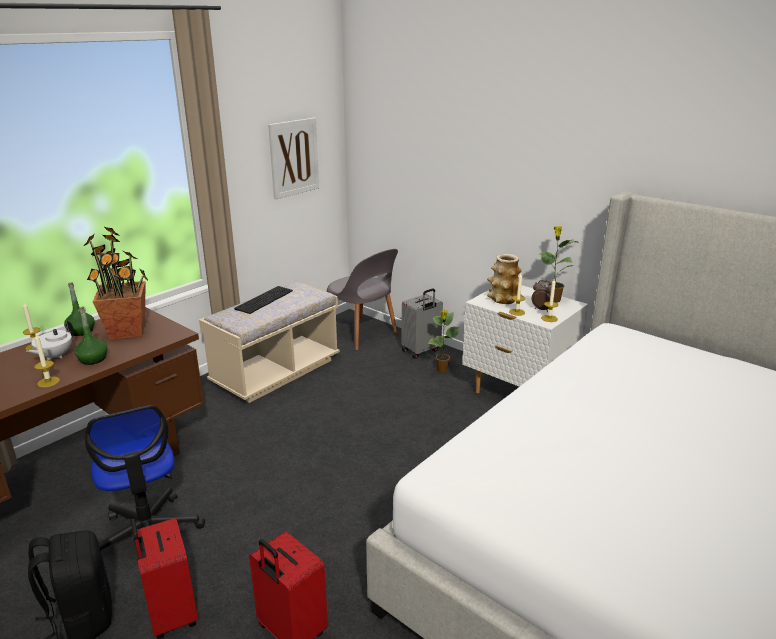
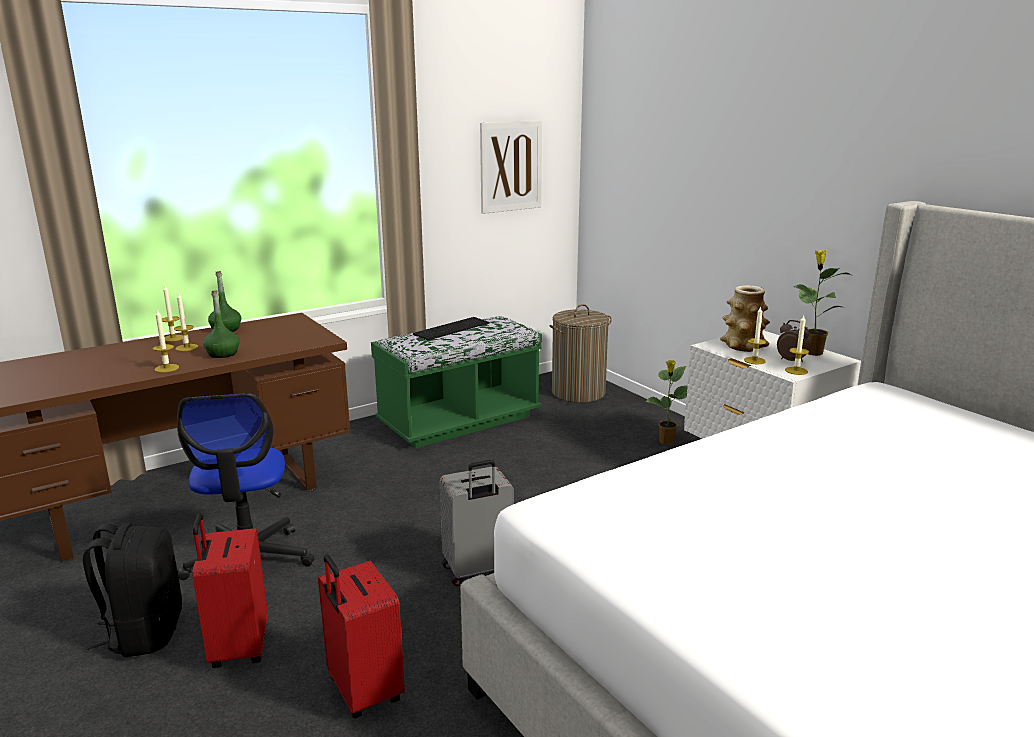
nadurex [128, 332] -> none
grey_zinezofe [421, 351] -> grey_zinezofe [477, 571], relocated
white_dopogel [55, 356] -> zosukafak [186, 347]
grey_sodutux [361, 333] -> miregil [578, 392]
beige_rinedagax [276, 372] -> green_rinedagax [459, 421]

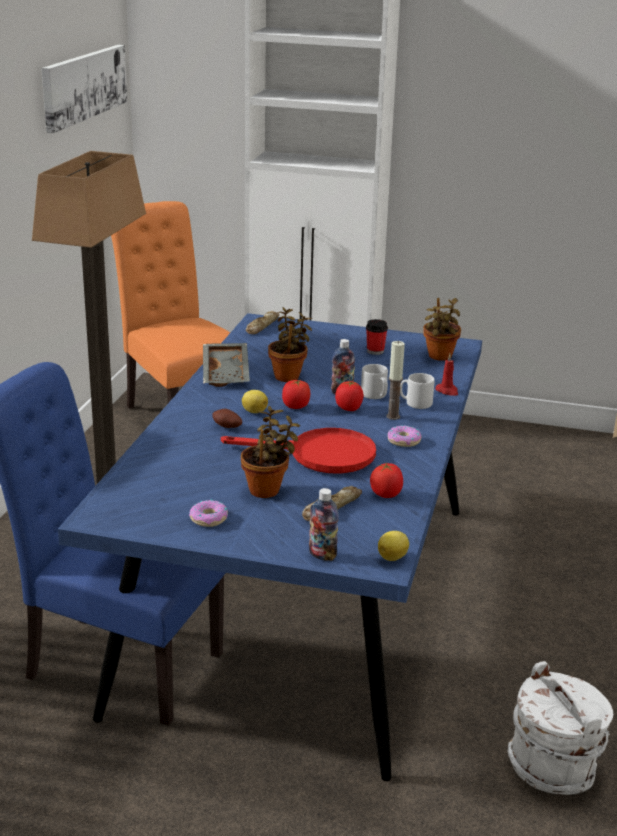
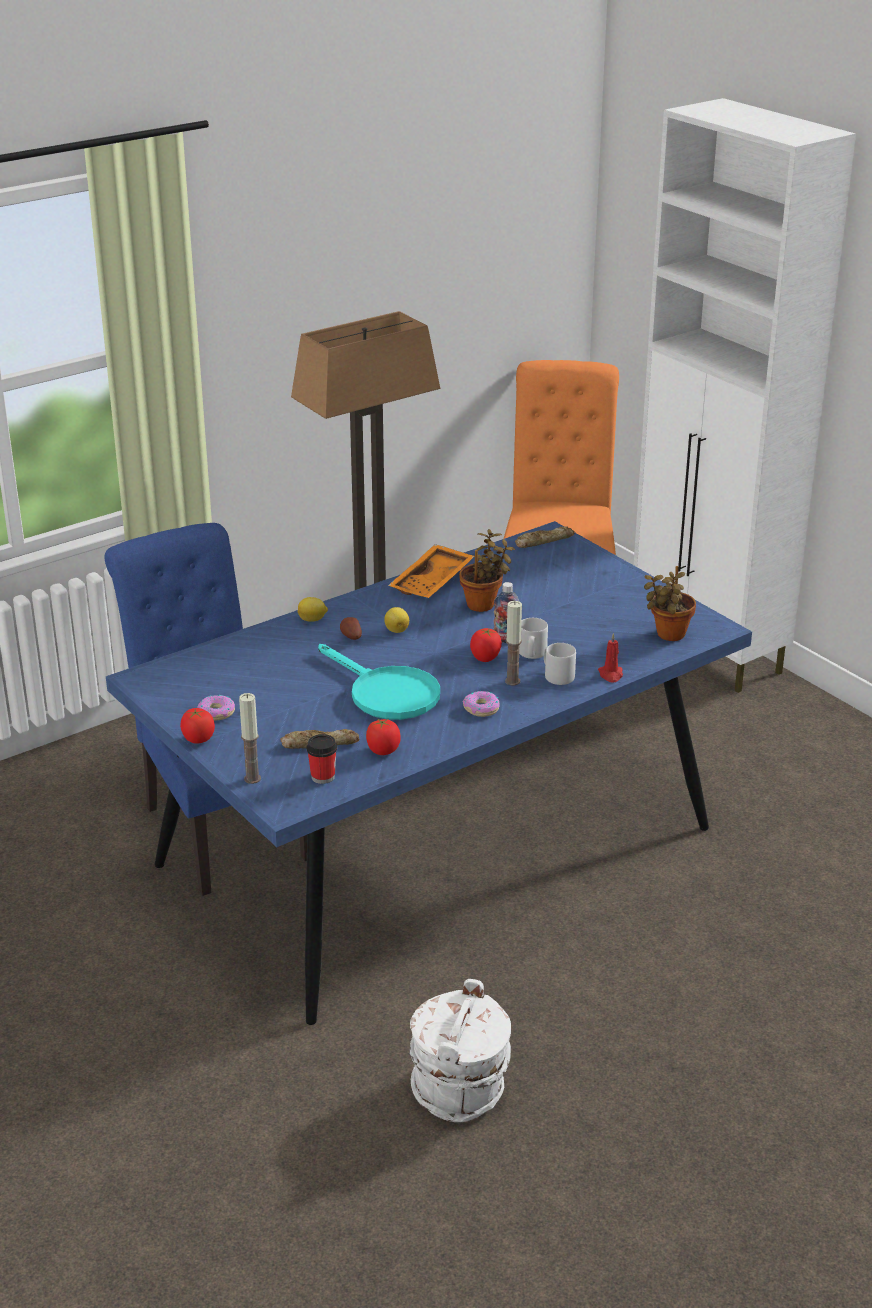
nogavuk [83, 86] -> none
nadurex [267, 489] -> none
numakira [296, 407] -> numakira [198, 739], relocated
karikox [375, 351] -> karikox [323, 777], relocated
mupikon [393, 557] -> mupikon [312, 620], relocated
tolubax [322, 555] -> zosukafak [252, 778]
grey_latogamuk [227, 373] -> orange_latogamuk [433, 582]
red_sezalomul [319, 455] -> turquoise_sezalomul [386, 693]

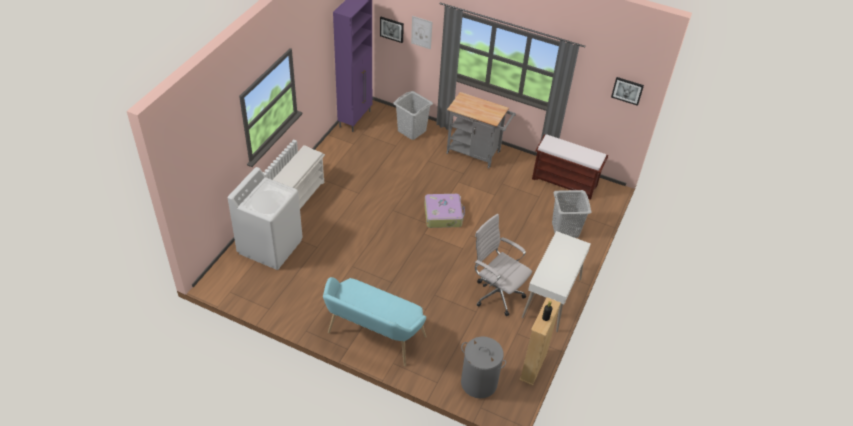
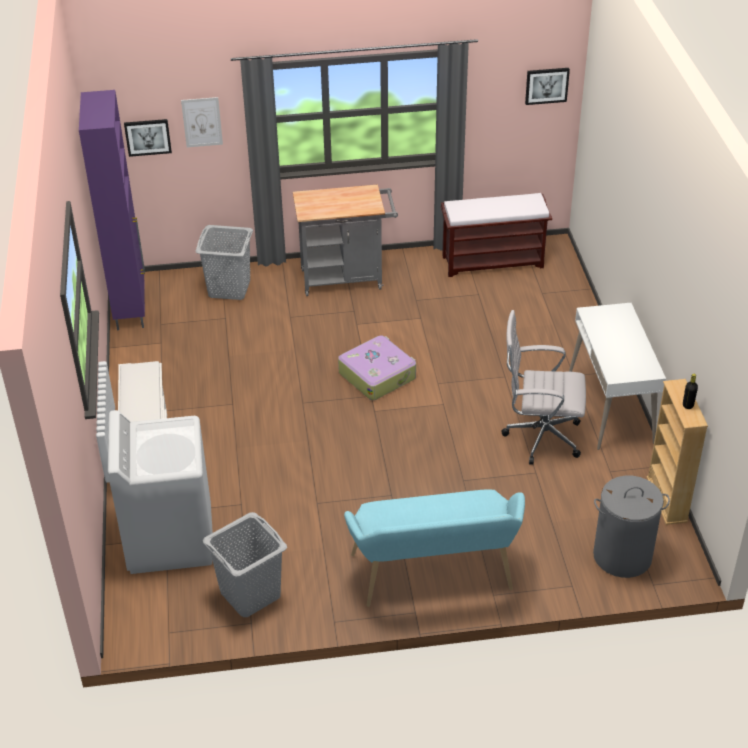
grey_miregil [565, 229] -> grey_miregil [249, 594], relocated

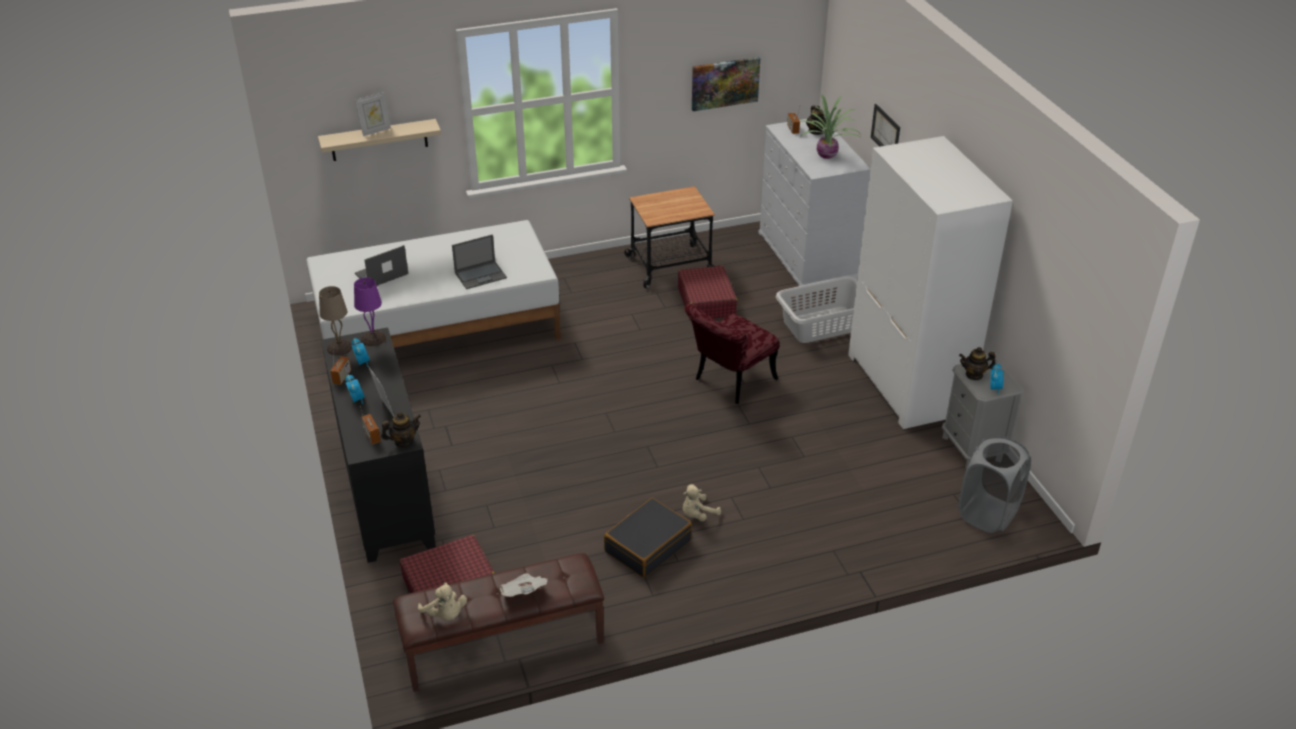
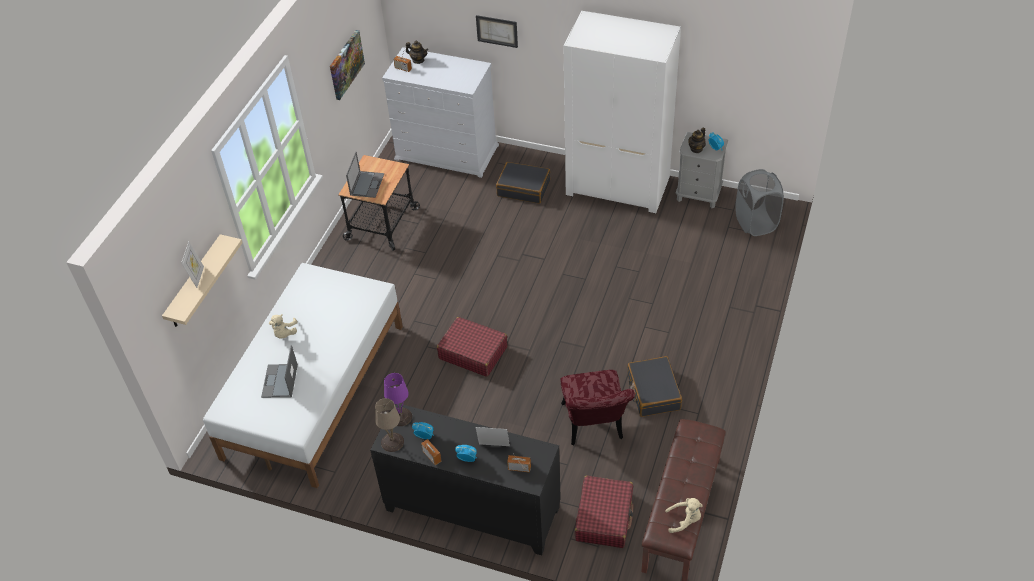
dopogel [403, 441] -> none
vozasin [524, 593] -> none
nadurex [827, 155] -> none
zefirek [481, 275] -> zefirek [367, 184], relocated
red_zinezofe [706, 302] -> red_zinezofe [473, 352], relocated
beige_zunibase [697, 515] -> beige_zunibase [284, 333], relocated
red_sodutux [729, 382] -> red_sodutux [594, 427], relocated
grey_miregil [822, 324] -> black_zinezofe [523, 188]

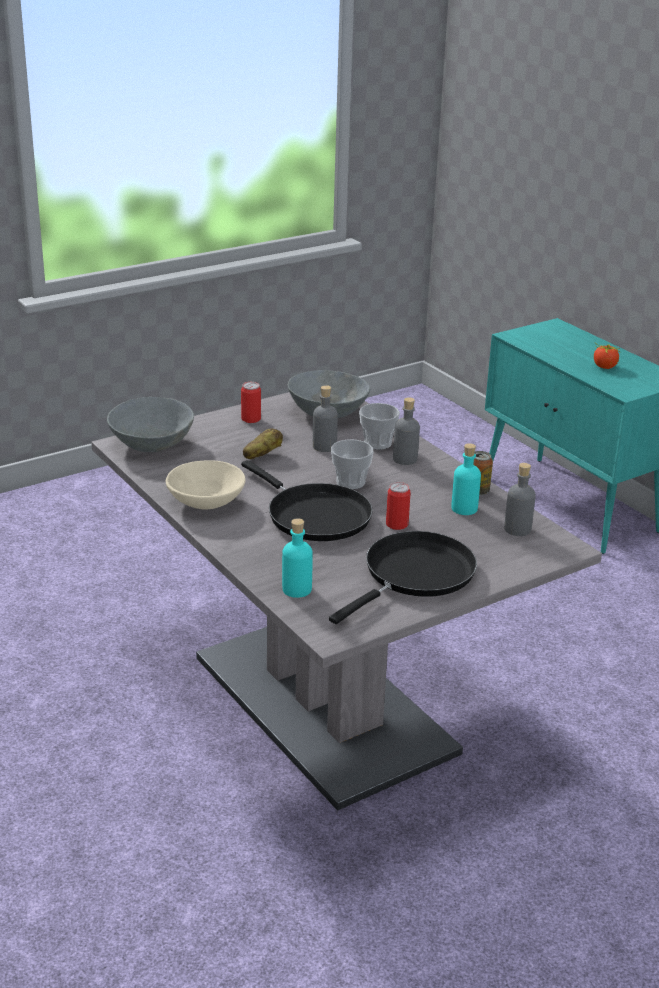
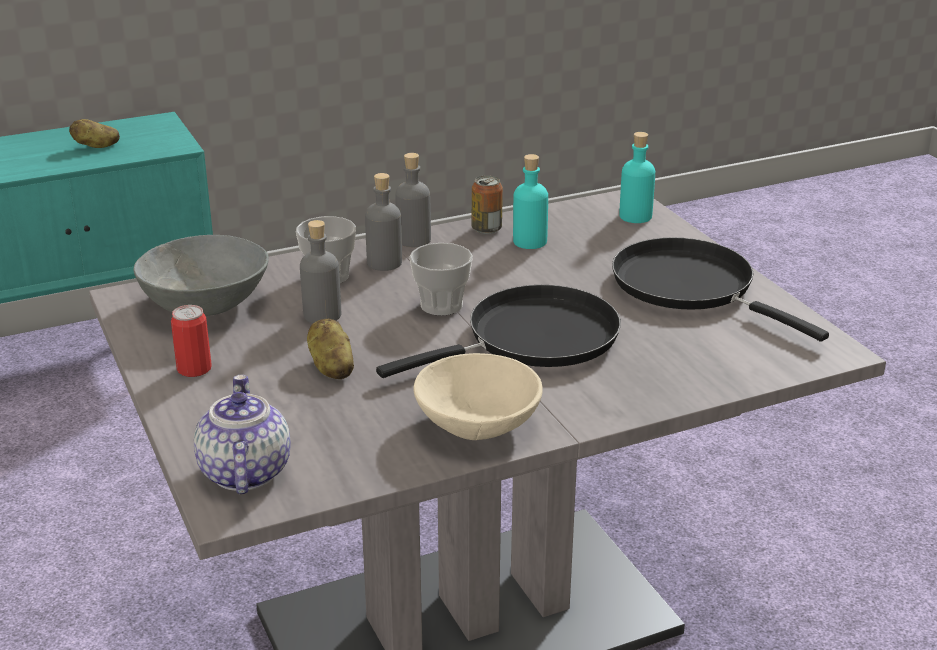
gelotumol [397, 524] -> none
turquoise_tolubax [297, 589] -> turquoise_tolubax [635, 216], relocated
grey_tolubax [517, 529] -> grey_tolubax [413, 240], relocated
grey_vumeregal [151, 443] -> dopogel [243, 472]
numakira [604, 367] -> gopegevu [96, 146]

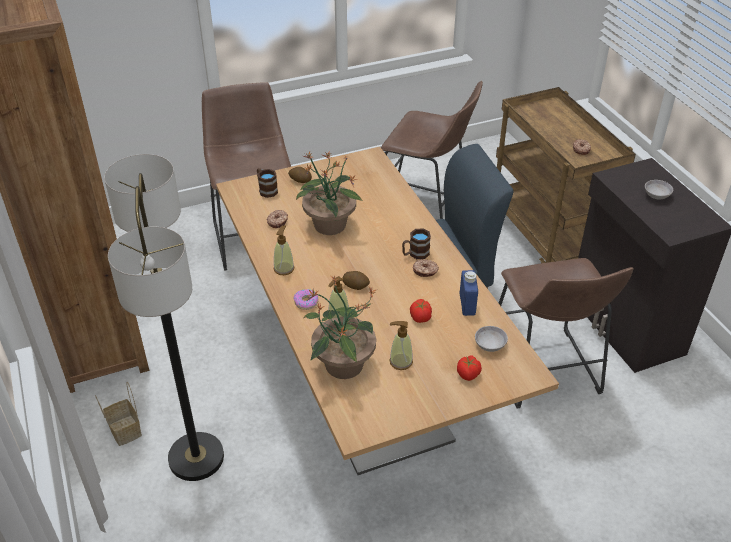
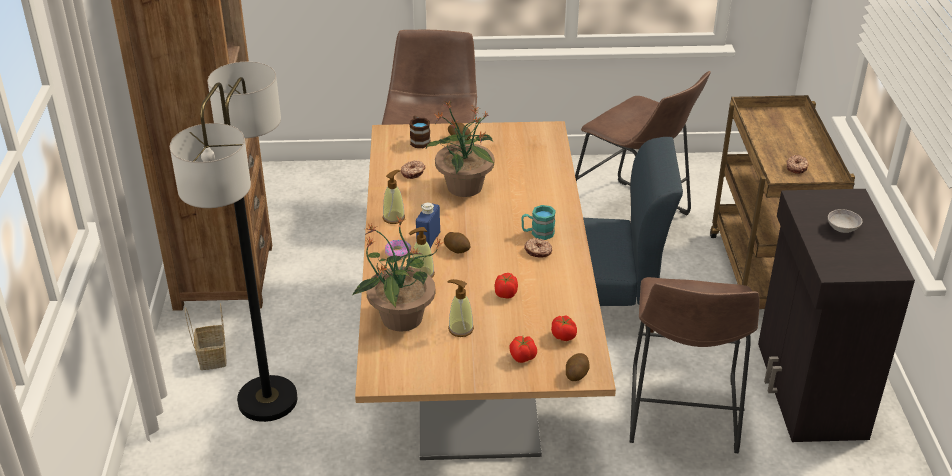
none -> gopegevu [576, 374]
blue_tolubax [467, 304] -> blue_tolubax [428, 241], relocated
grey_vumeregal [490, 345] -> numakira [563, 336]
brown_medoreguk [415, 254] -> turquoise_medoreguk [537, 233]

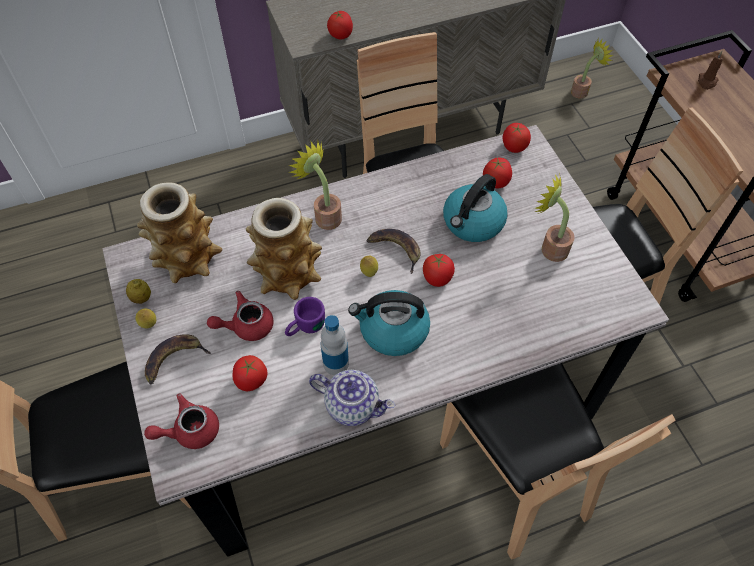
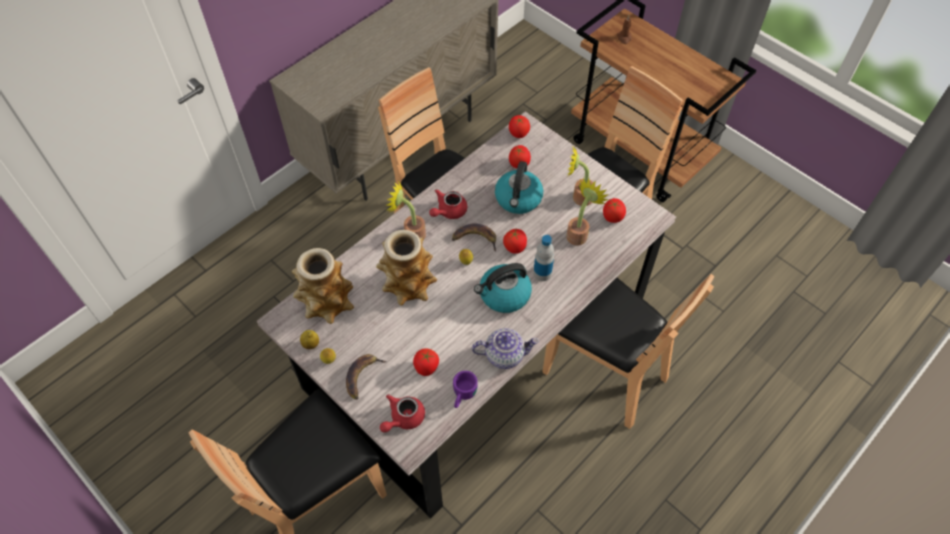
red_dopogel [246, 326] -> red_dopogel [448, 211], relocated
purple_medoreguk [304, 327] -> purple_medoreguk [462, 395], relocated
tolubax [336, 363] -> tolubax [542, 273], relocated
numakira [340, 35] -> numakira [612, 217], relocated
nadurex [582, 91] -> nadurex [579, 233], relocated

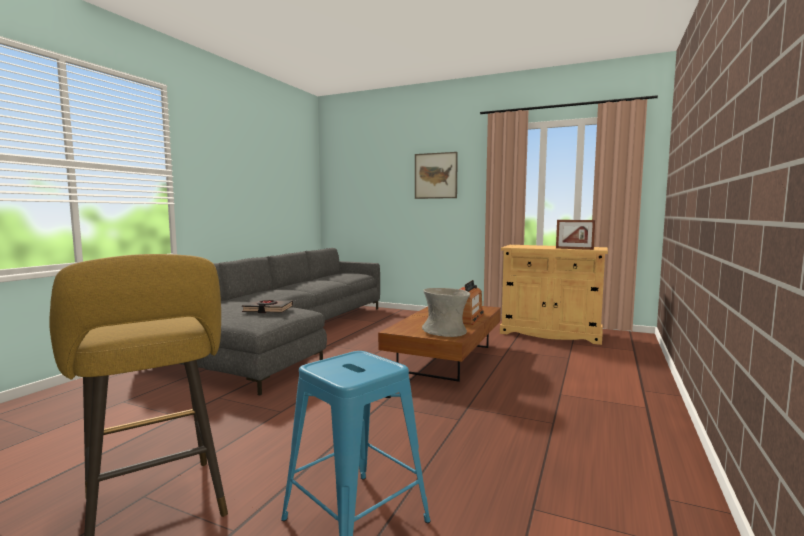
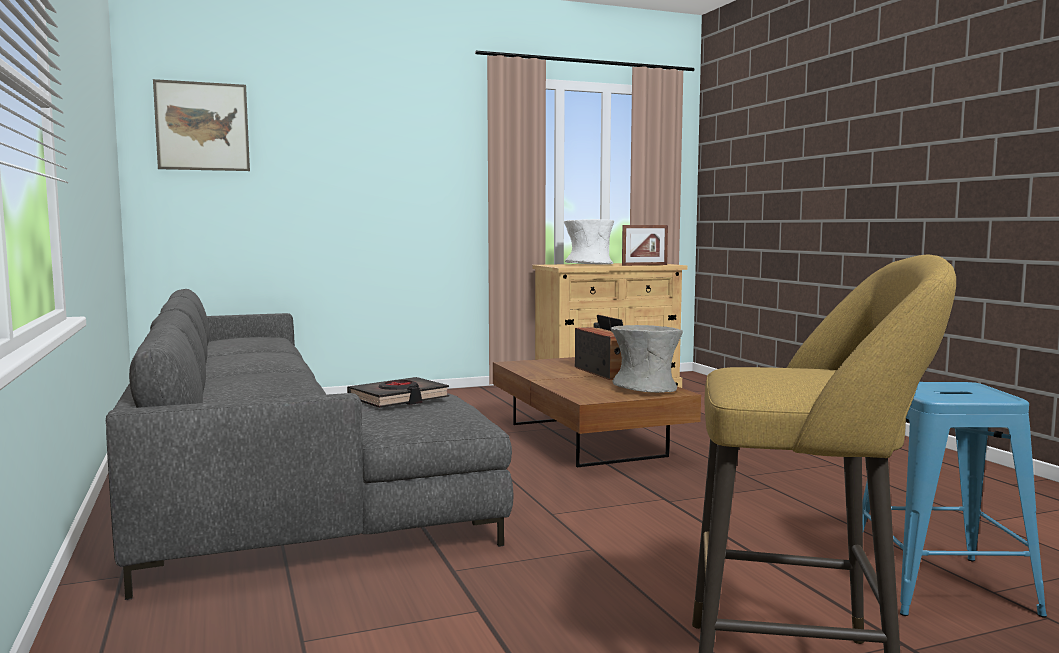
none -> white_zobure [588, 265]
nogavuk [435, 175] -> nogavuk [202, 126], relocated

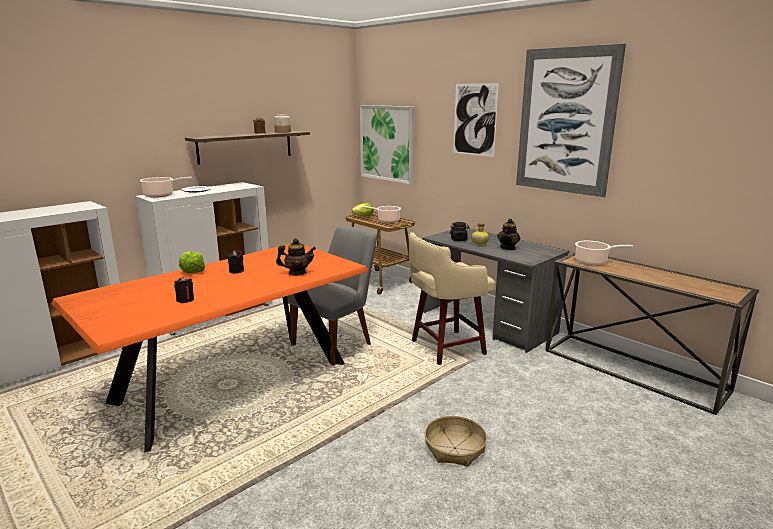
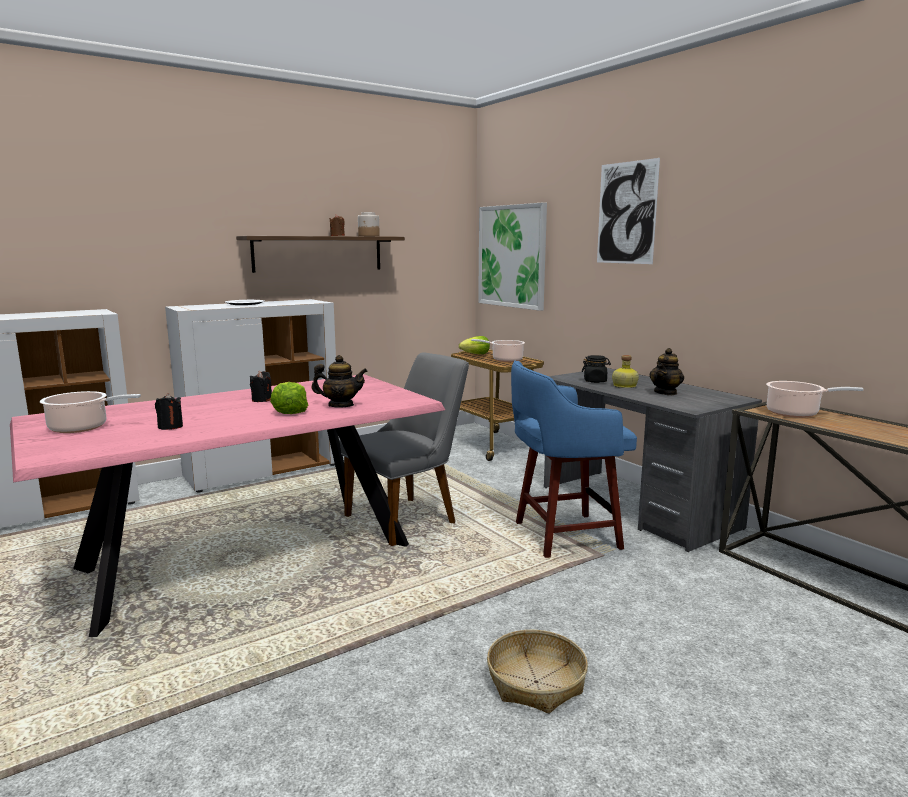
nogavuk [565, 121] -> none
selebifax [161, 195] -> selebifax [82, 428], relocated
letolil [192, 271] -> letolil [289, 411], relocated
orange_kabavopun [233, 382] -> pink_kabavopun [248, 557]
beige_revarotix [445, 348] -> blue_revarotix [563, 536]

